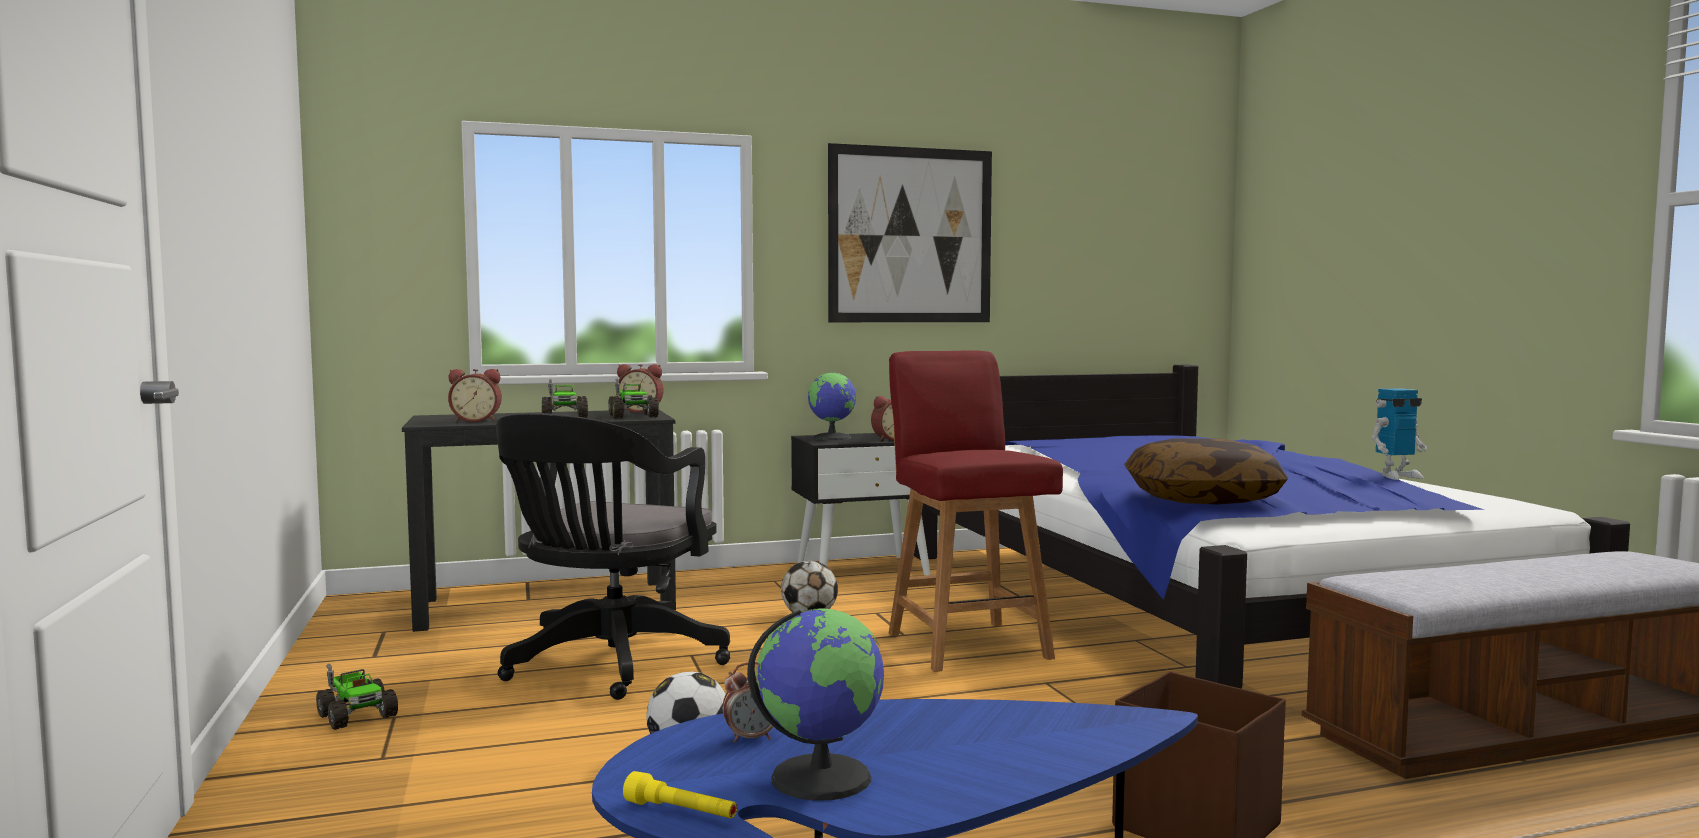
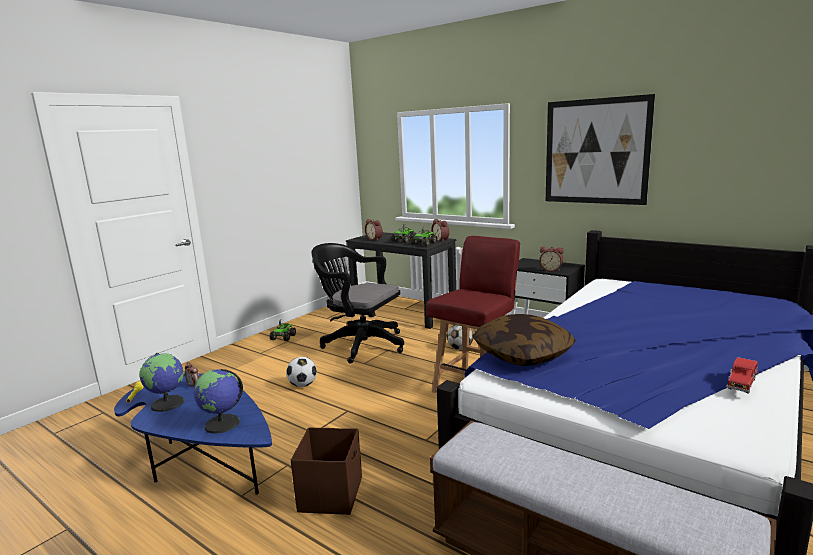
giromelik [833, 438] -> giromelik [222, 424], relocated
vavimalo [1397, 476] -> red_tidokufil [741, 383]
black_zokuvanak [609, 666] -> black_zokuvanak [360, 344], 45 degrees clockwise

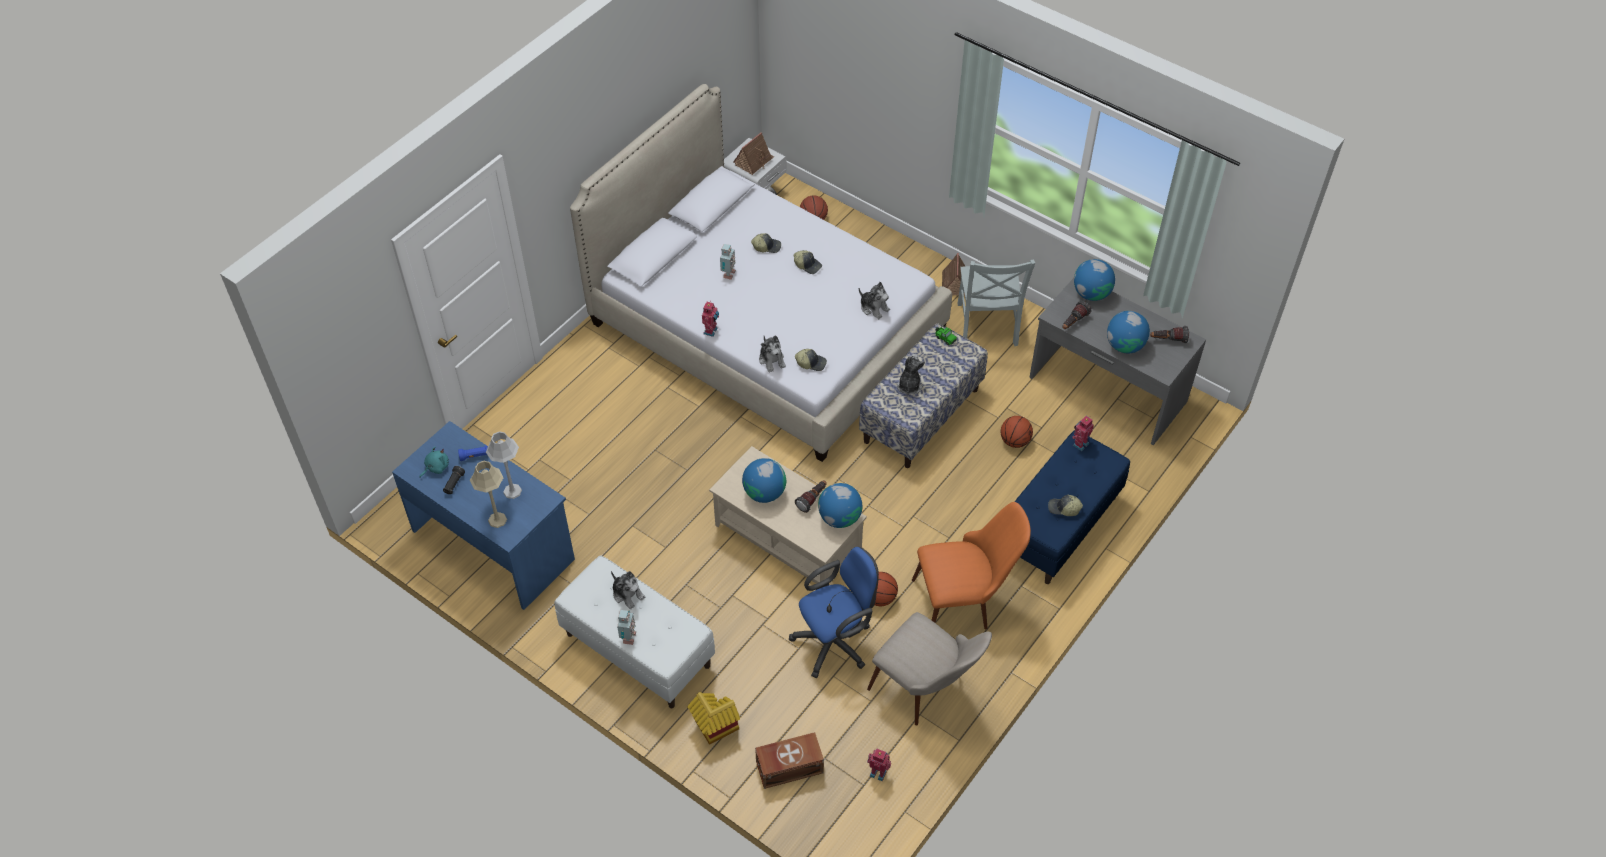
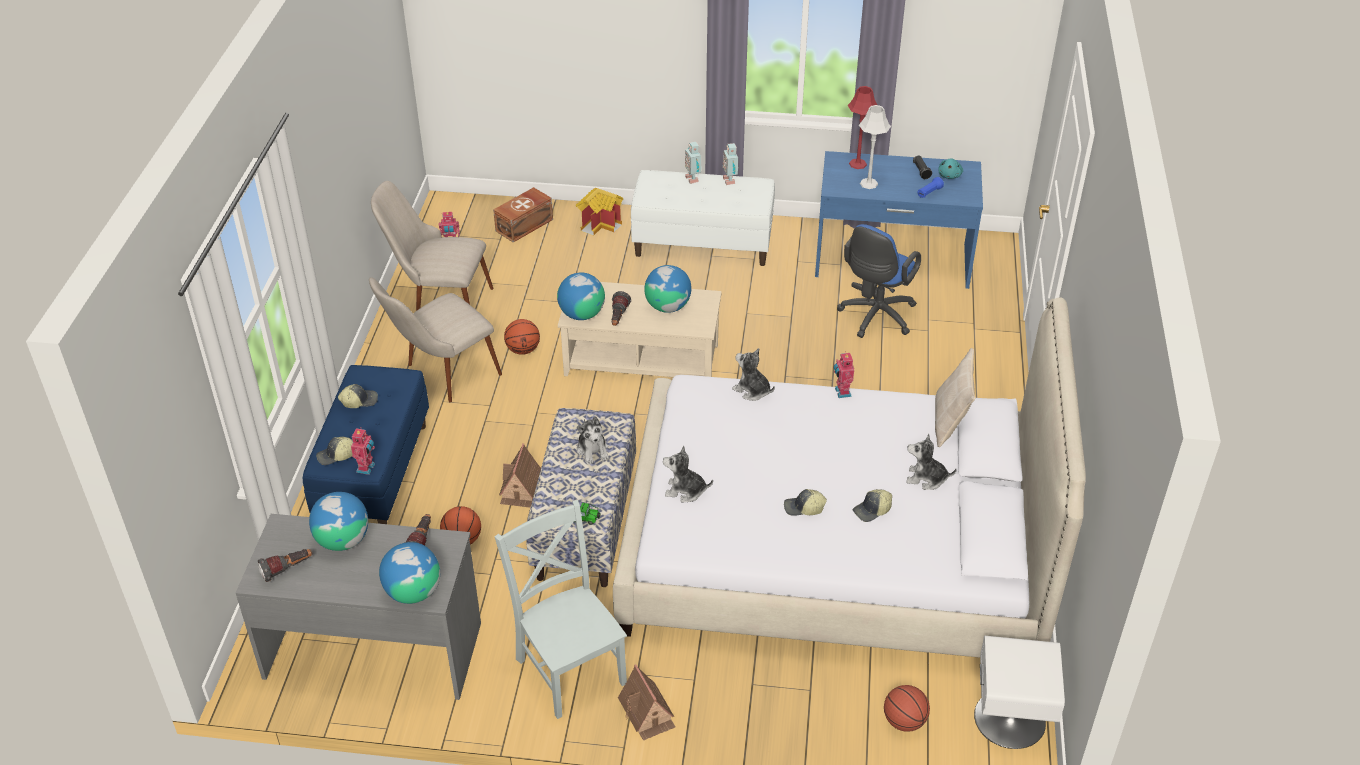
none -> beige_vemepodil [950, 423]
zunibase [628, 594] -> zunibase [926, 478], relocated
vavimalo [728, 274] -> vavimalo [730, 180], relocated
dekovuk [754, 161] -> dekovuk [520, 488], relocated
blue_zokuvanak [836, 641] -> blue_zokuvanak [875, 317], relocated
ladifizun [811, 363] -> ladifizun [336, 456], relocated
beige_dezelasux [497, 520] -> red_dezelasux [858, 164]
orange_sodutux [964, 601] -> beige_sodutux [441, 376]

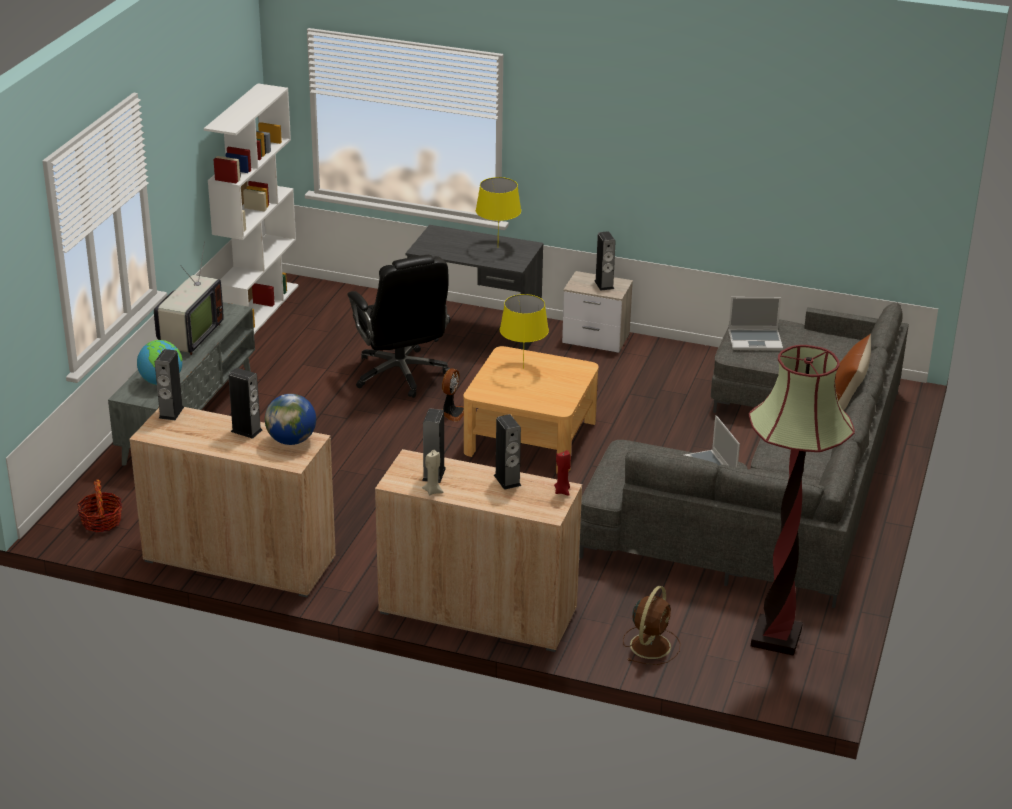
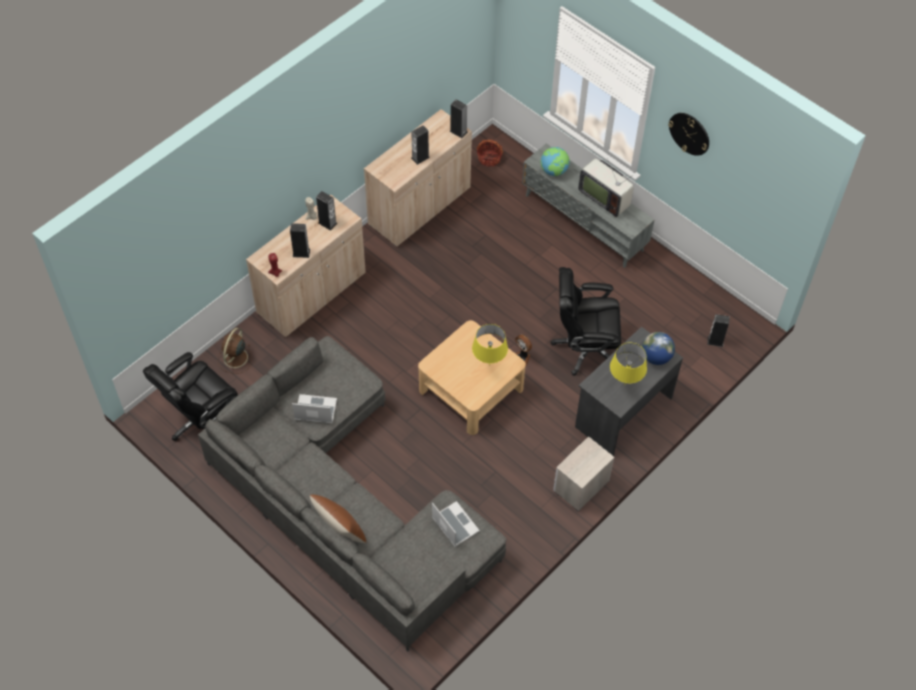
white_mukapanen [259, 308] -> none
none -> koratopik [689, 133]
giromelik [291, 440] -> giromelik [656, 357], relocated
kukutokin [604, 284] -> kukutokin [715, 341], relocated
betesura [776, 638] -> black_zokuvanak [202, 420]
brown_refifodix [651, 645] -> brown_refifodix [235, 358], 60 degrees clockwise
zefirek [755, 340] -> zefirek [454, 524], 120 degrees clockwise

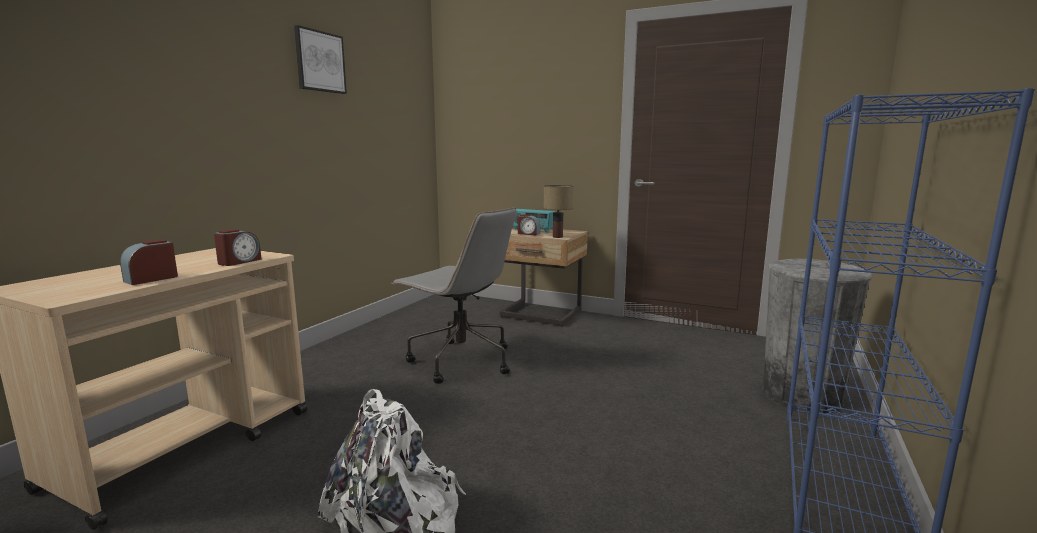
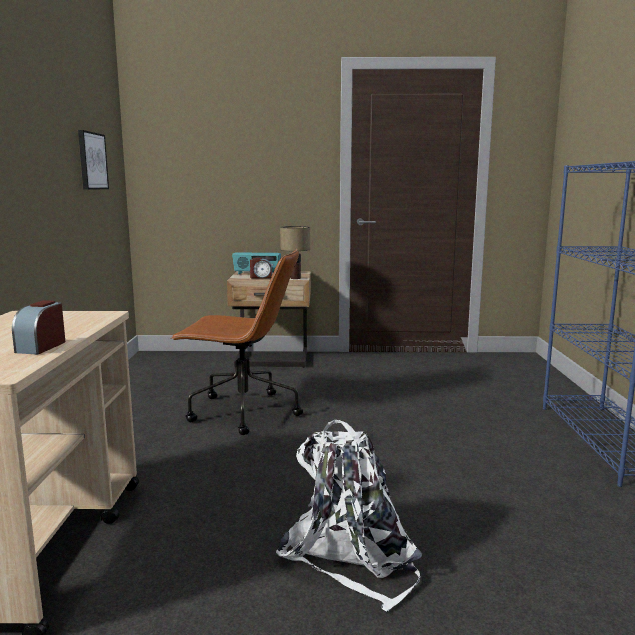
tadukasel [239, 262] -> none
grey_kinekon [801, 396] -> none
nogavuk [319, 61] -> nogavuk [91, 161], relocated
grey_zokuvanak [460, 361] -> brown_zokuvanak [242, 412]

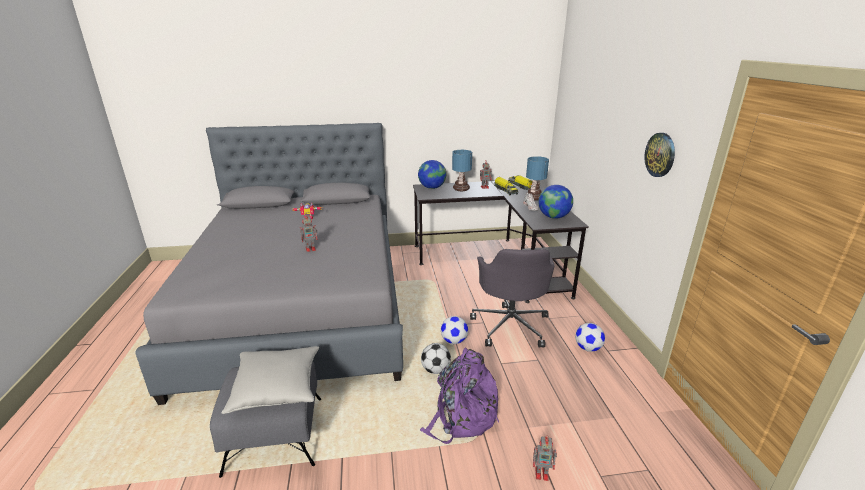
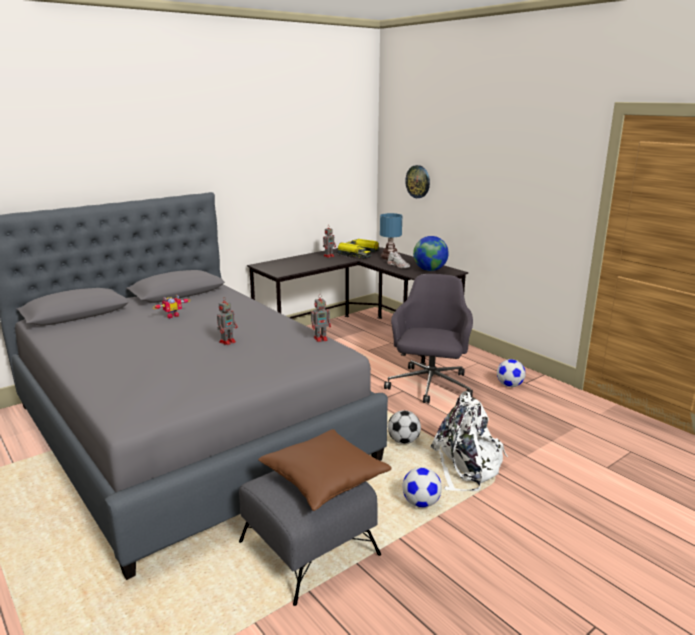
giromelik [432, 188] -> none
dezelasux [461, 189] -> none
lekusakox [454, 341] -> lekusakox [421, 503], relocated
vavimalo [542, 473] -> vavimalo [321, 339], relocated
koratopik [660, 155] -> koratopik [418, 181], relocated
grey_vemepodil [277, 387] -> brown_vemepodil [324, 479]
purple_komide [462, 416] -> white_komide [466, 467]
grey_zokuvanak [510, 325] -> grey_zokuvanak [429, 386], 135 degrees counterclockwise

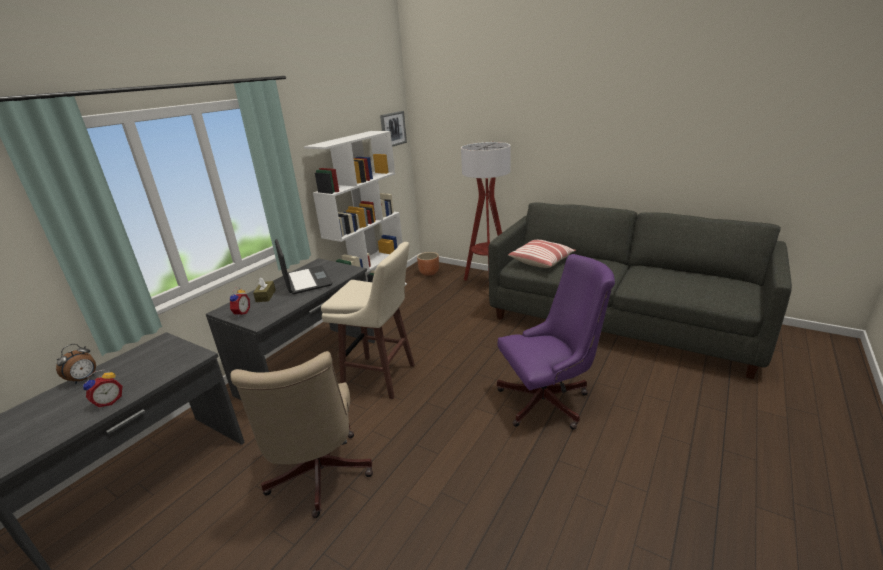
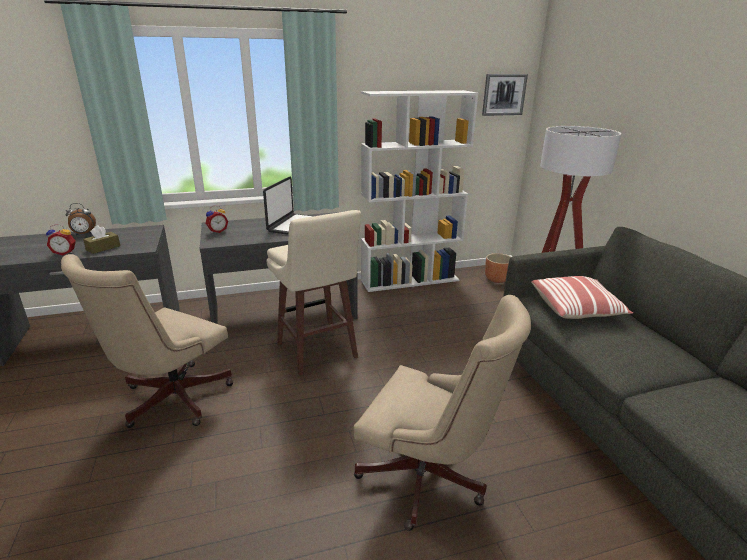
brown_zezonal [265, 296] -> brown_zezonal [103, 248], relocated
purple_zokuvanak [549, 401] -> beige_zokuvanak [428, 480]

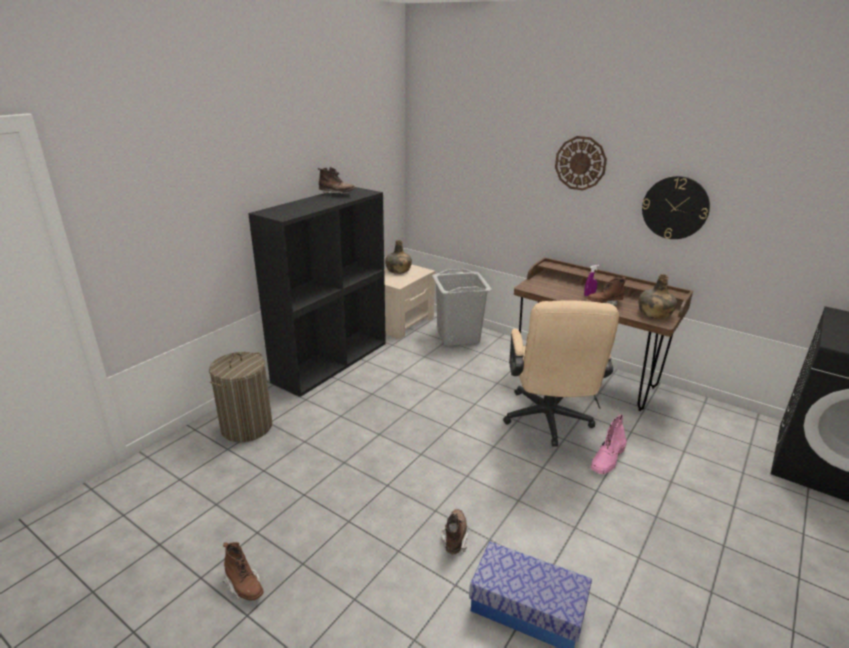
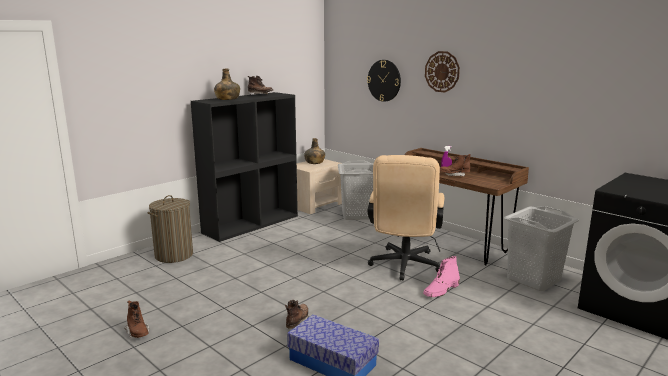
none -> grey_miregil [534, 279]
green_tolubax [654, 314] -> green_tolubax [227, 99], relocated
koratopik [675, 207] -> koratopik [384, 80], relocated

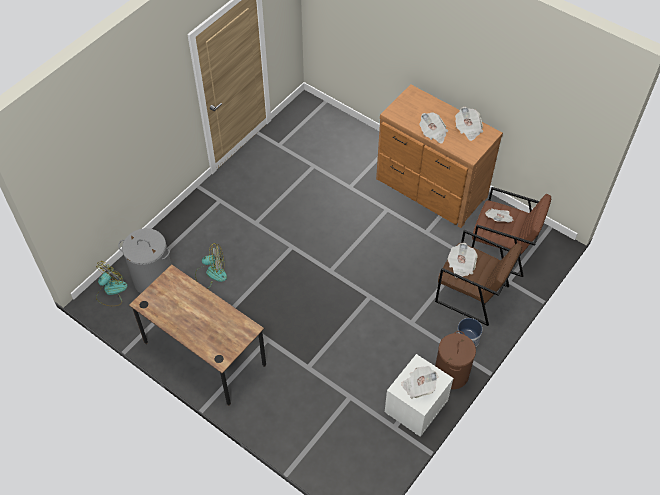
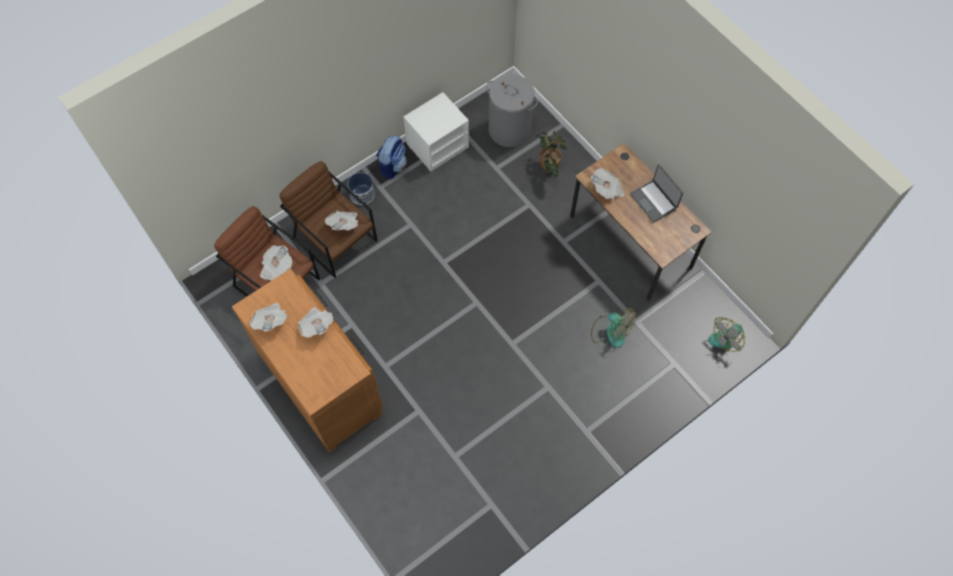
none -> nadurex [548, 169]
none -> zefirek [654, 201]
grey_miregil [153, 280] -> grey_miregil [509, 130], relocated
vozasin [418, 386] -> vozasin [607, 189], relocated
brown_miregil [451, 374] -> komide [392, 166]
refifodix [211, 274] -> refifodix [611, 331], 150 degrees counterclockwise

